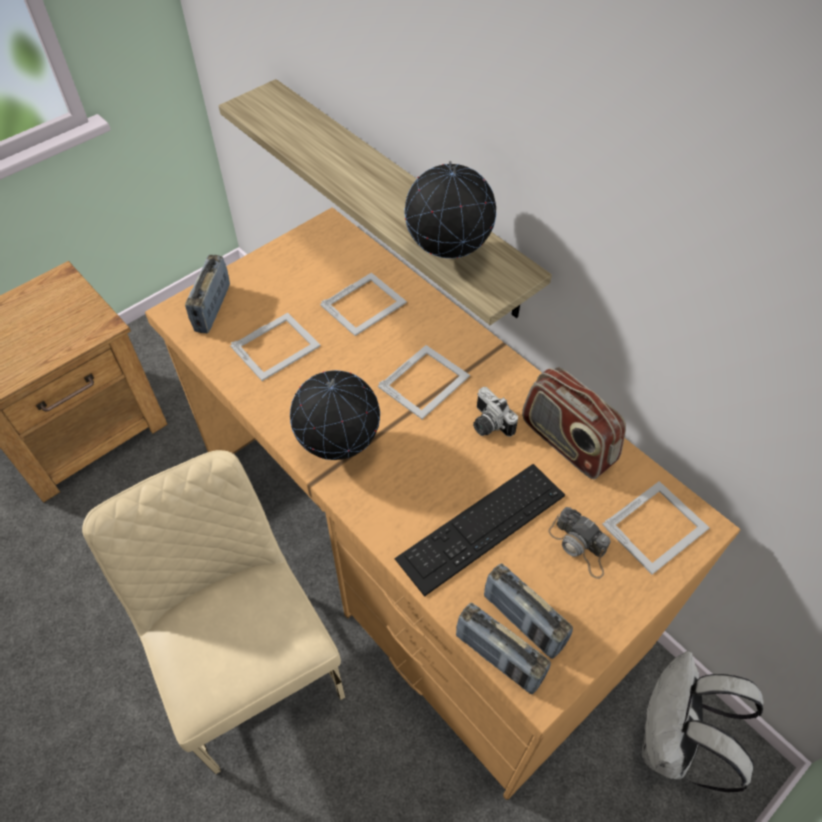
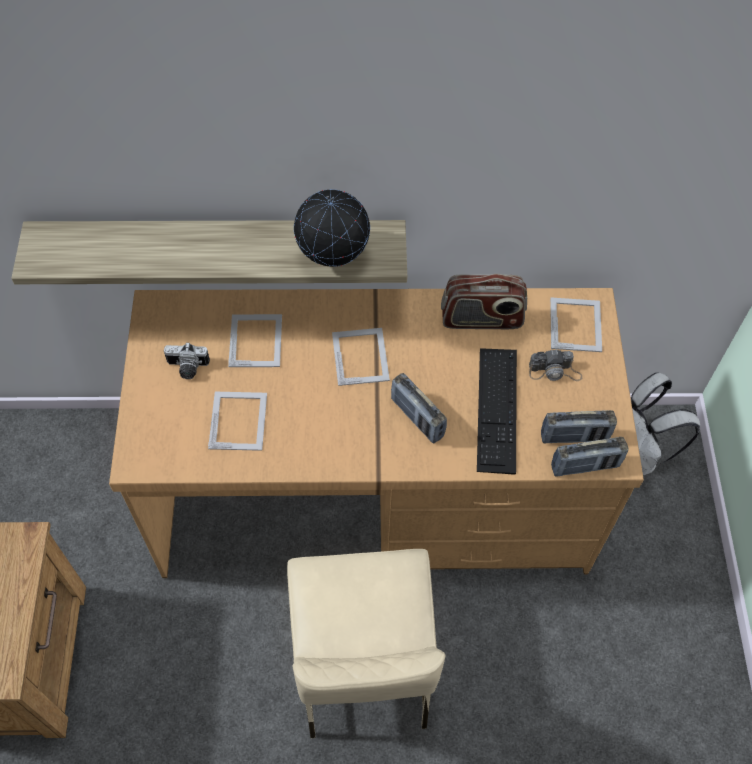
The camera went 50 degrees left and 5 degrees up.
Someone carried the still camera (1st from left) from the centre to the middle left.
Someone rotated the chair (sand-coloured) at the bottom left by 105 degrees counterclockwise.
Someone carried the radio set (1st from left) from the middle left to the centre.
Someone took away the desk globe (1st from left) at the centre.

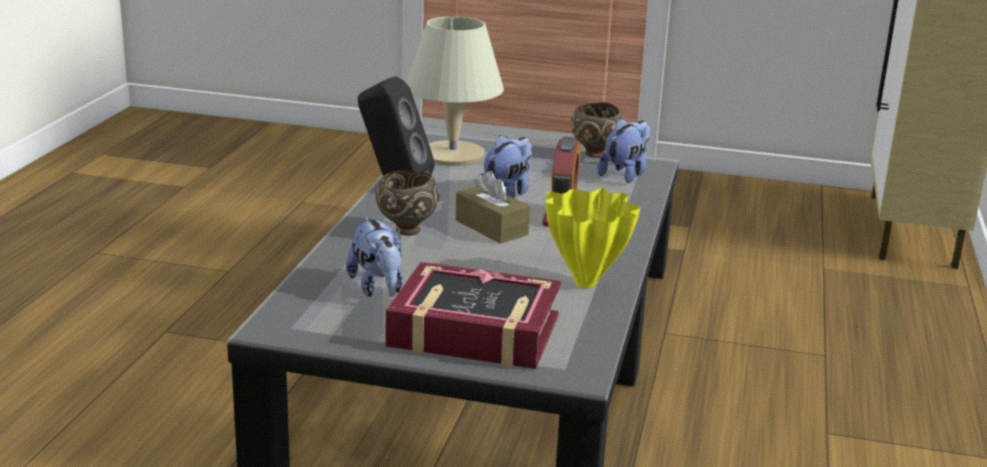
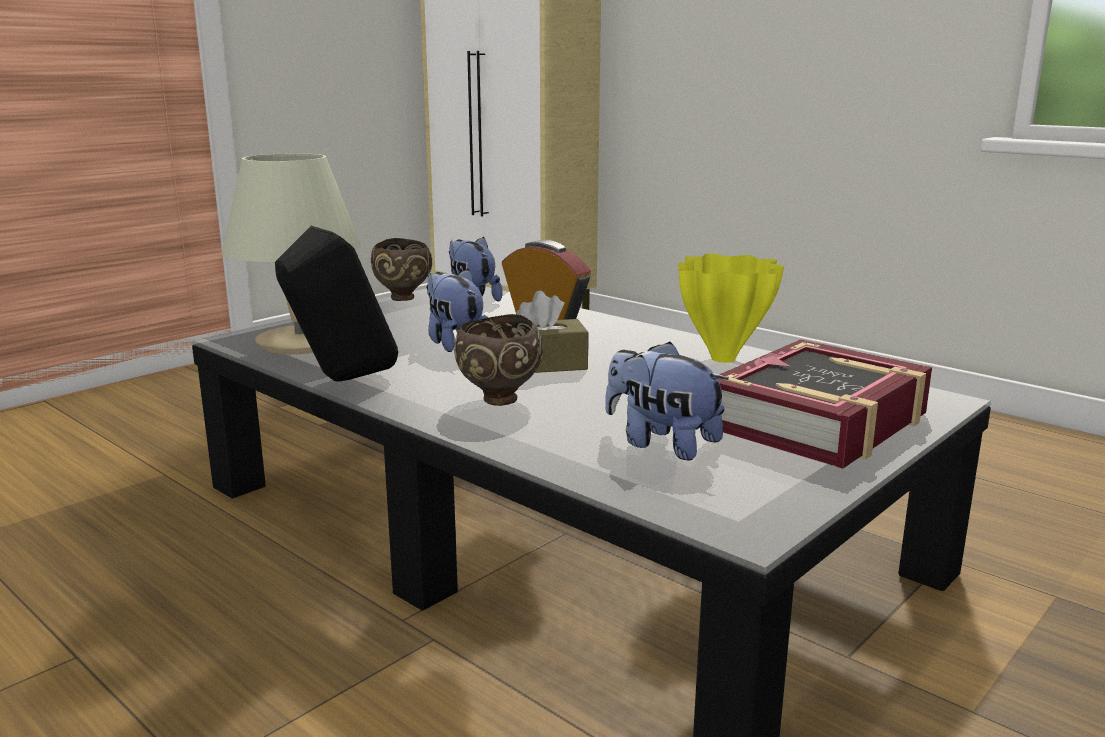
The camera went 60 degrees left and 5 degrees down.
Someone rotated the cuddly toy (1st from left in the first image) at the centre by 150 degrees counterclockwise.

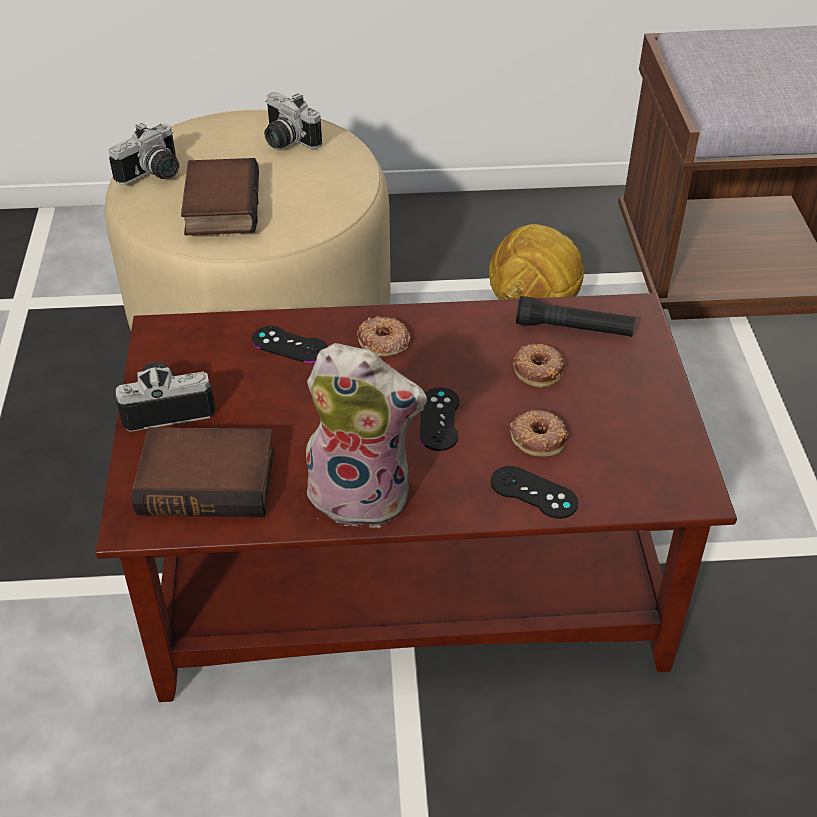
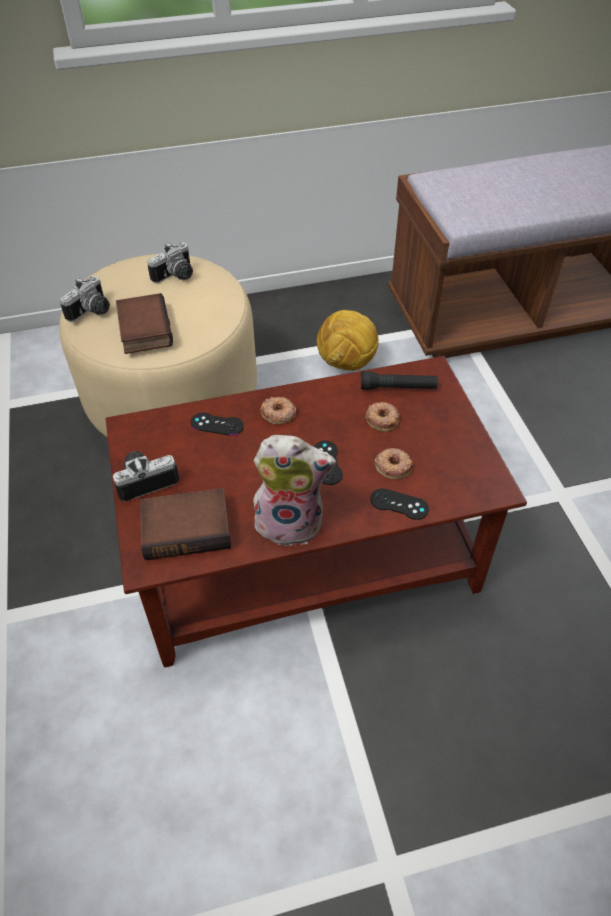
The camera went 10 degrees left and 5 degrees up.
Someone rotated the still camera (3rd from left) at the top centre by 75 degrees counterclockwise.

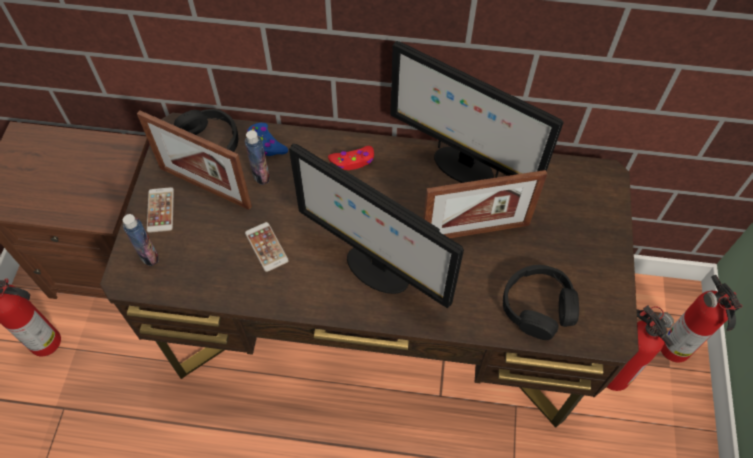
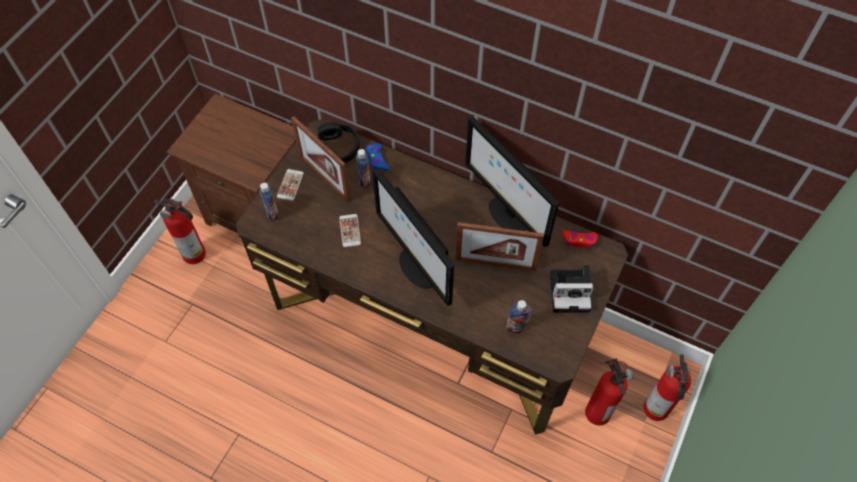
The camera went 20 degrees right and 0 degrees up.
Someone swapped the headphones (blackish) (2nd from left) at the middle right for the beverage bottle (3rd from left) at the centre.
Someone put down the still camera at the middle right.
Someone carried the joypad (red) from the centre to the middle right.

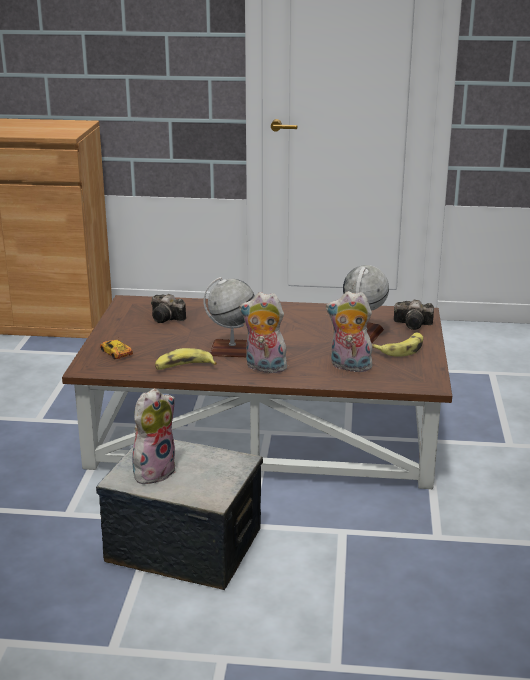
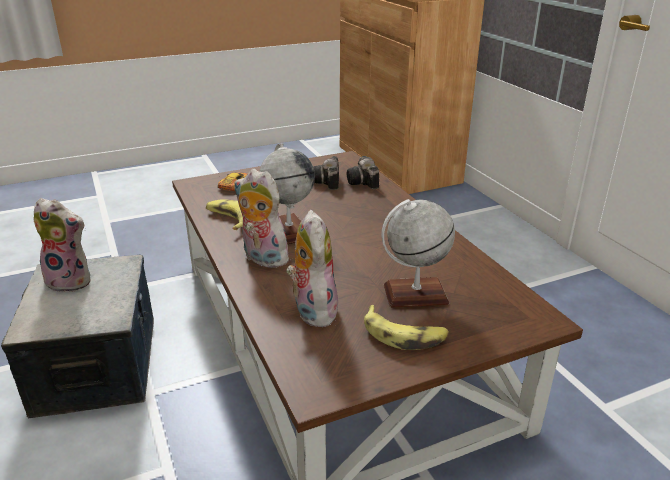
The camera went 60 degrees right and 5 degrees up.
Someone rotated the cuddly toy (2nd from left) at the centre by 45 degrees counterclockwise.
Someone carried the still camera (2nd from left) from the middle right to the centre.

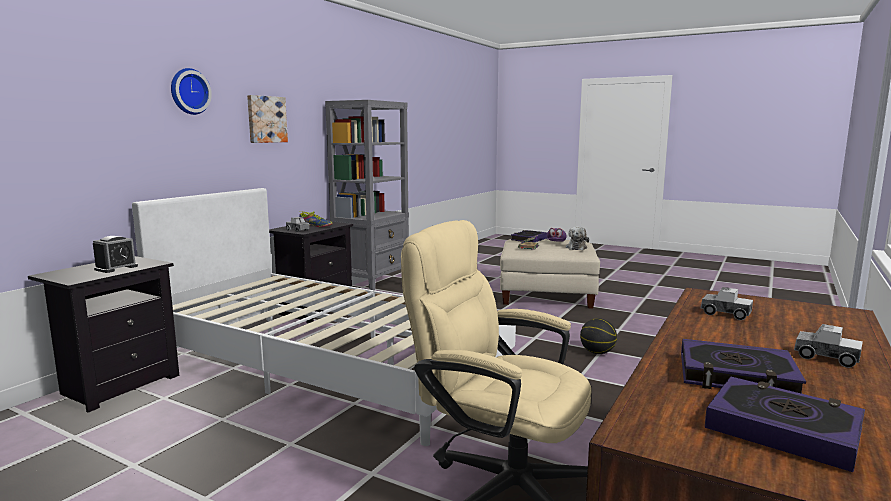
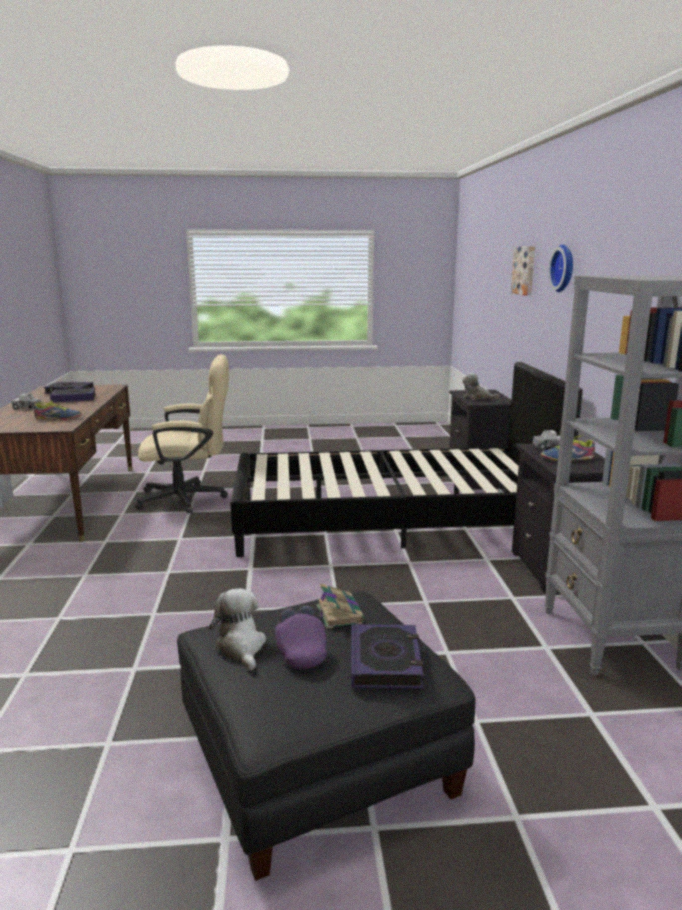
The camera went 145 degrees right and 5 degrees up.
Someone swapped the toy lorry (2nd from left) at the middle right for the item of footwear (1st from left) at the middle left.
Someone repainted the footrest (sand-coloured) at the centre, which became the footrest (blackish) at the bottom centre.
Someone repainted the bed (white) at the centre, which became the bed (blackish) at the centre.
Someone swapped the alarm clock at the middle left for the cuddly toy (2nd from left) at the middle right.
Someone carried the wall art from the top left to the top right.
Someone took away the basketball at the bottom right.

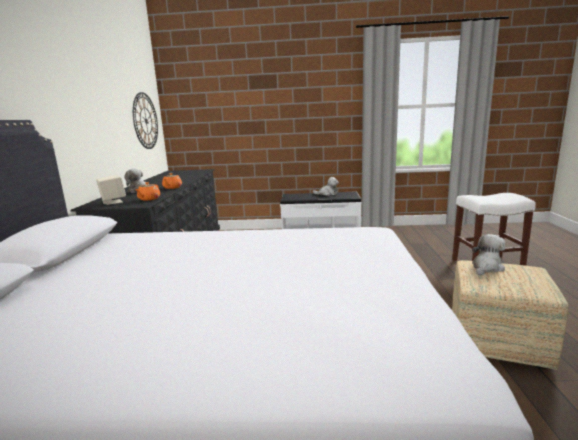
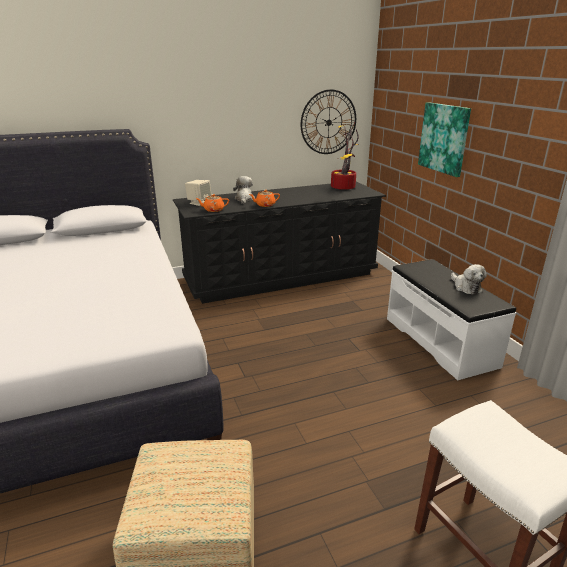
The camera went 65 degrees right and 10 degrees up.
Someone put down the plant in a pot at the top centre.
Someone put up the wall art at the top right.
Someone took away the cuddly toy (3rd from left) at the middle right.

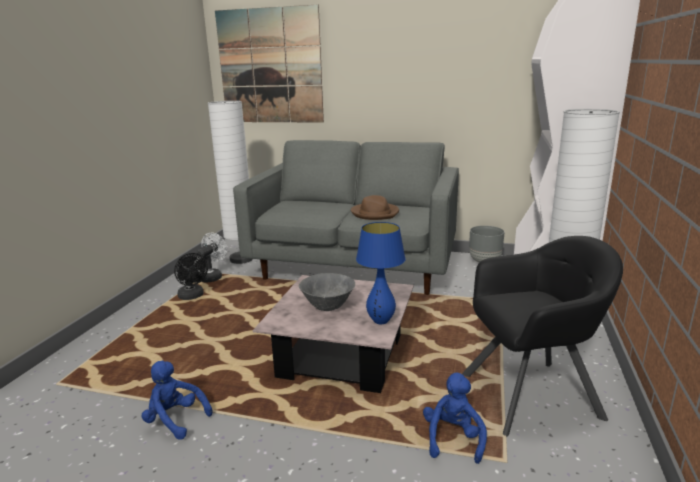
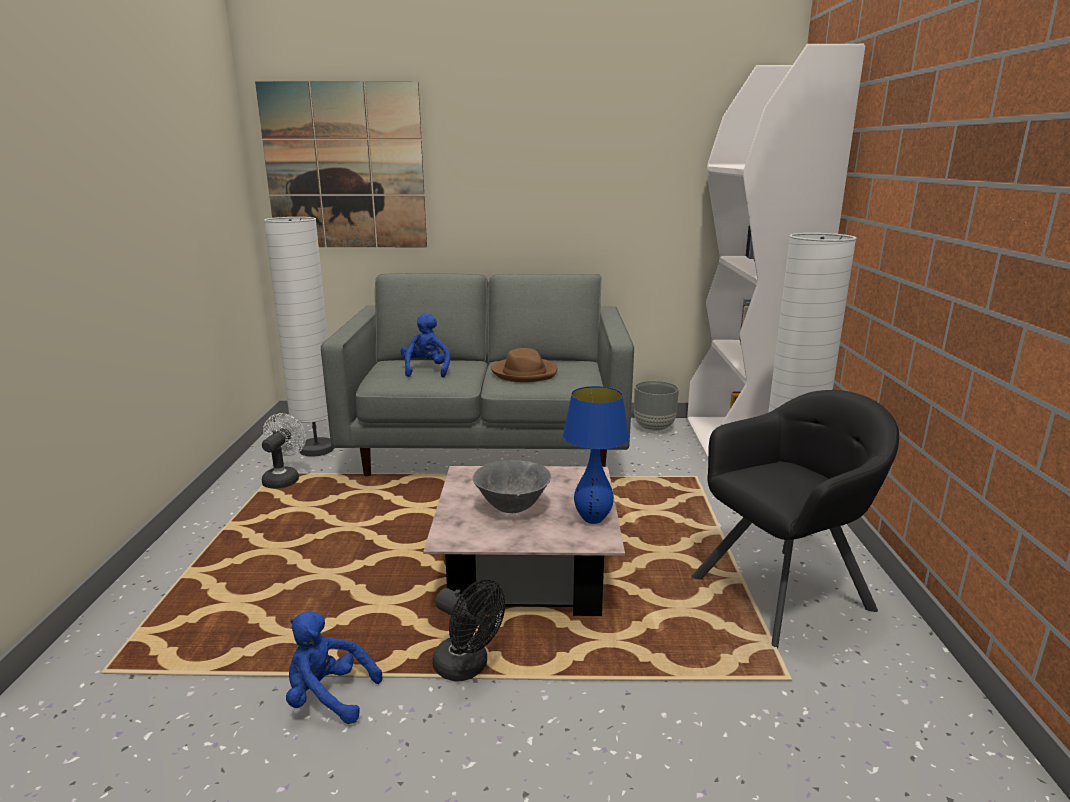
The camera went 15 degrees left and 0 degrees up.
Someone carried the cuddly toy (bluish) (2nd from left) from the bottom centre to the centre.
Someone carried the electric fan (blackish) from the middle left to the bottom centre.

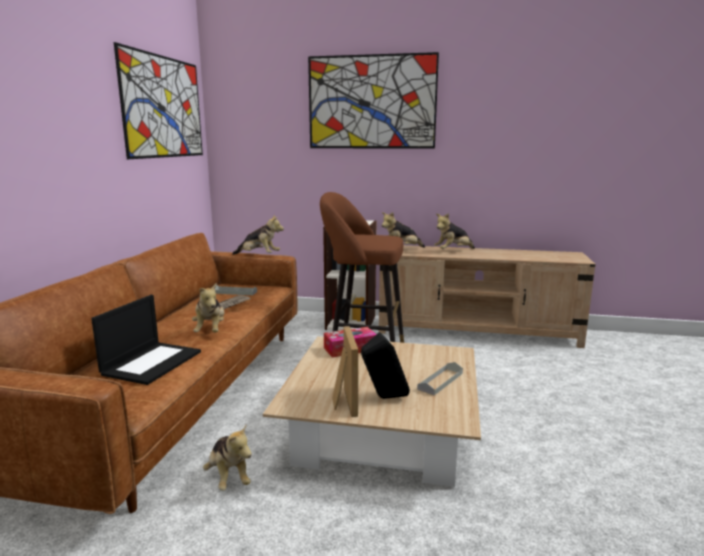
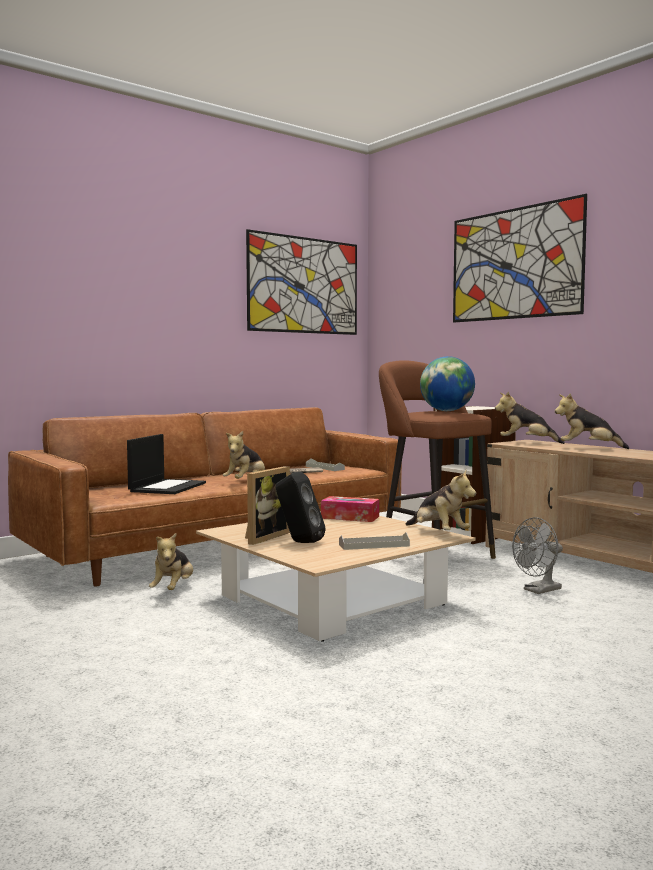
The camera went 40 degrees right and 10 degrees down.
Someone rotated the laptop at the middle left by 45 degrees counterclockwise.
Someone carried the cuddly toy (3rd from left) from the centre to the middle right.
Someone put down the desk globe at the middle right.
Someone put down the electric fan (grey) at the middle right.

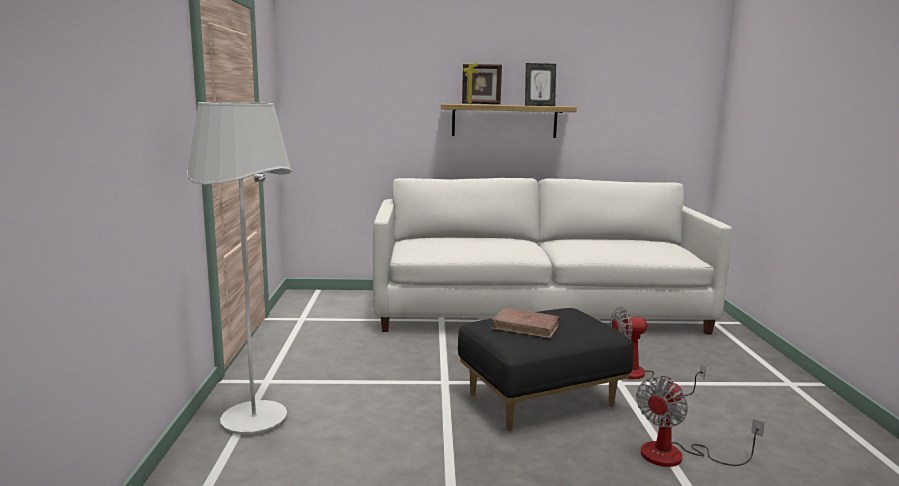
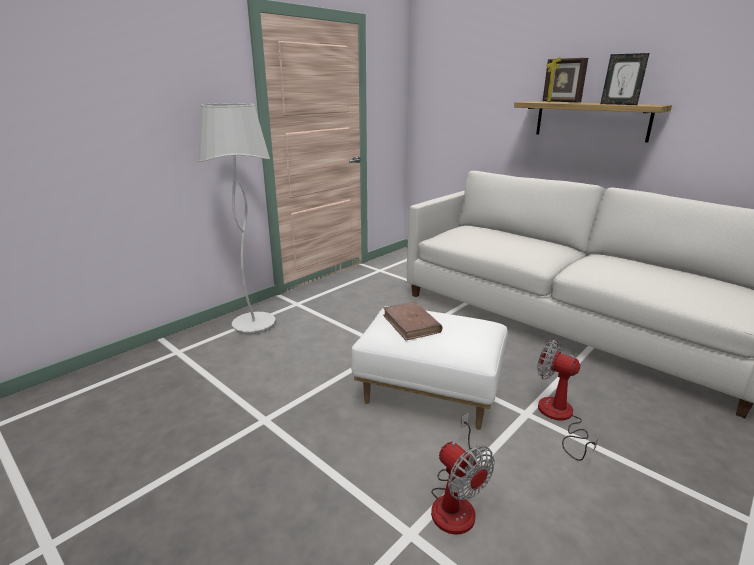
The camera went 45 degrees right and 10 degrees up.
Someone repainted the footrest (blackish) at the bottom centre, which became the footrest (white) at the centre.
Someone rotated the electric fan (2nd from left in the first image) at the bottom right by 120 degrees counterclockwise.

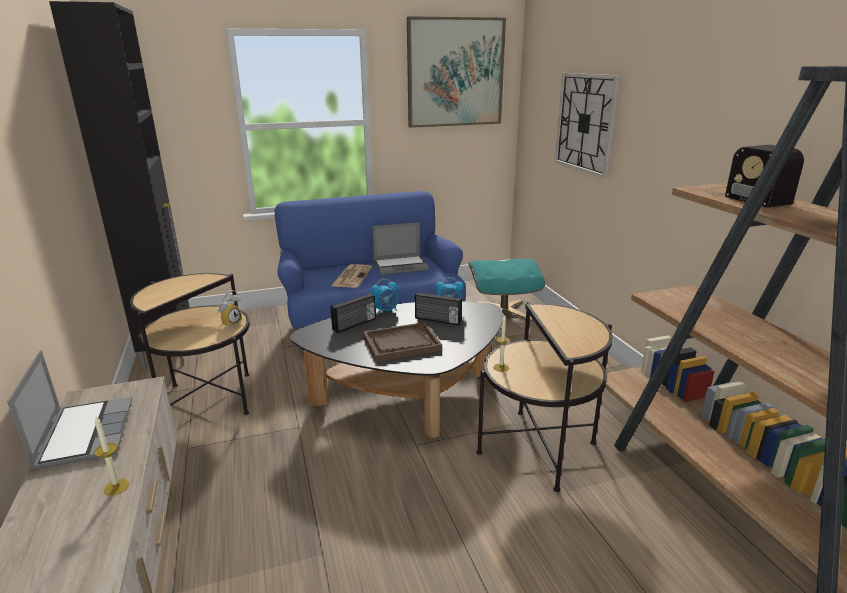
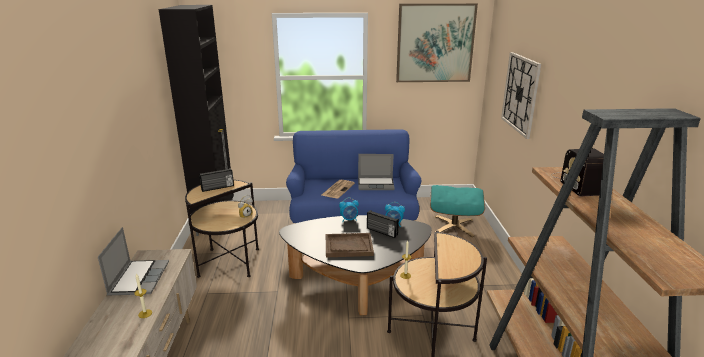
The camera went 15 degrees right and 0 degrees up.
Someone carried the radio set (1st from left) from the centre to the middle left.

